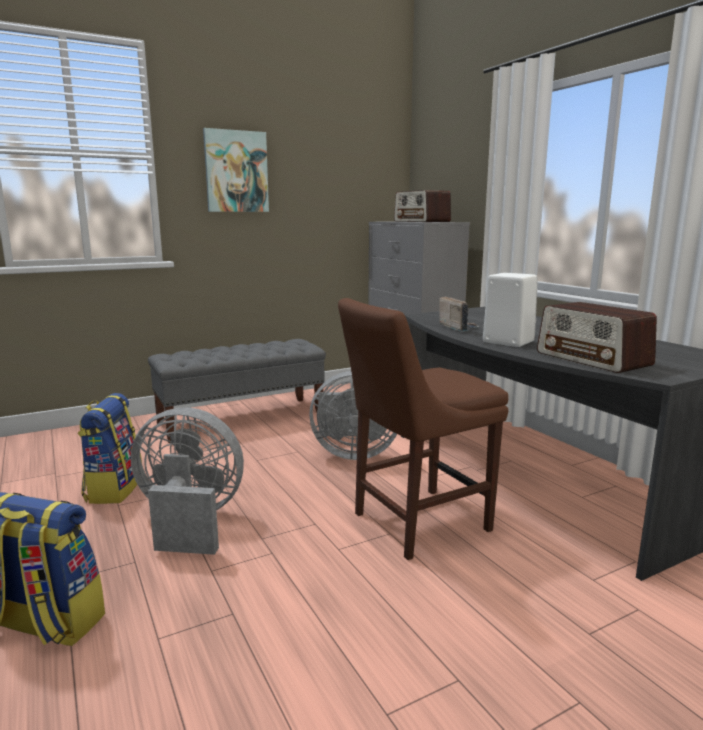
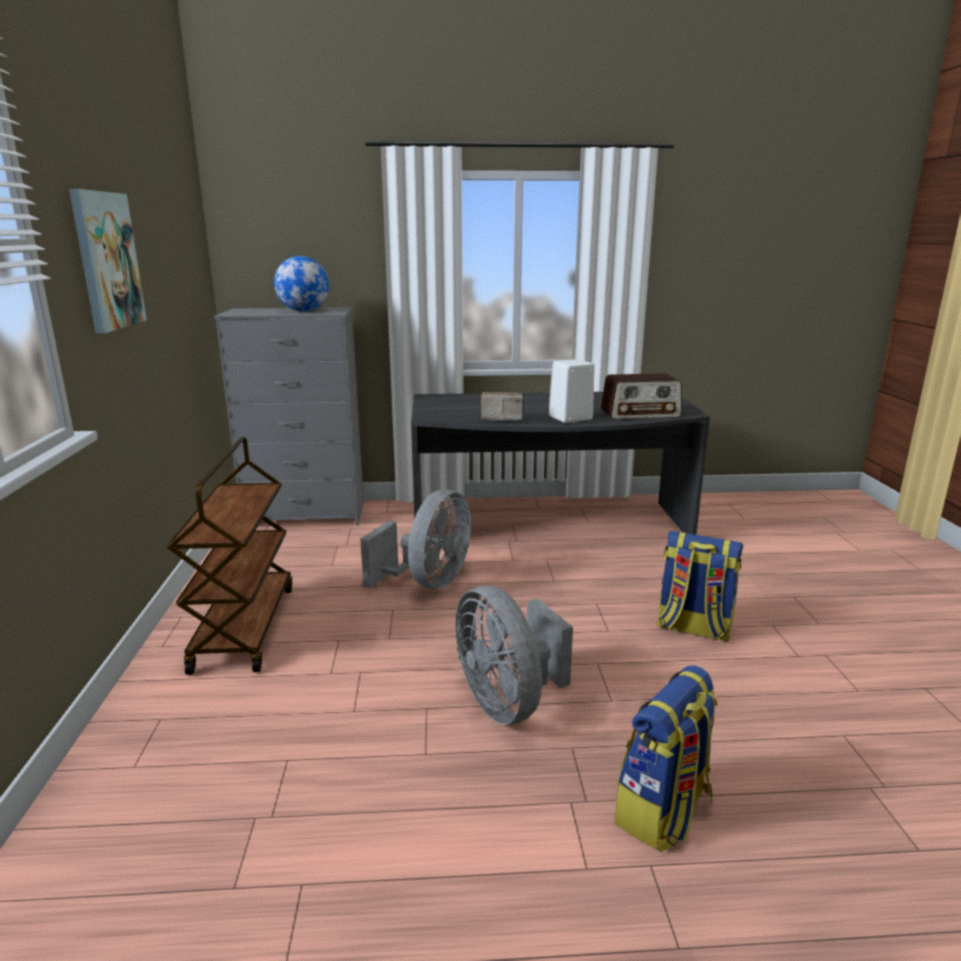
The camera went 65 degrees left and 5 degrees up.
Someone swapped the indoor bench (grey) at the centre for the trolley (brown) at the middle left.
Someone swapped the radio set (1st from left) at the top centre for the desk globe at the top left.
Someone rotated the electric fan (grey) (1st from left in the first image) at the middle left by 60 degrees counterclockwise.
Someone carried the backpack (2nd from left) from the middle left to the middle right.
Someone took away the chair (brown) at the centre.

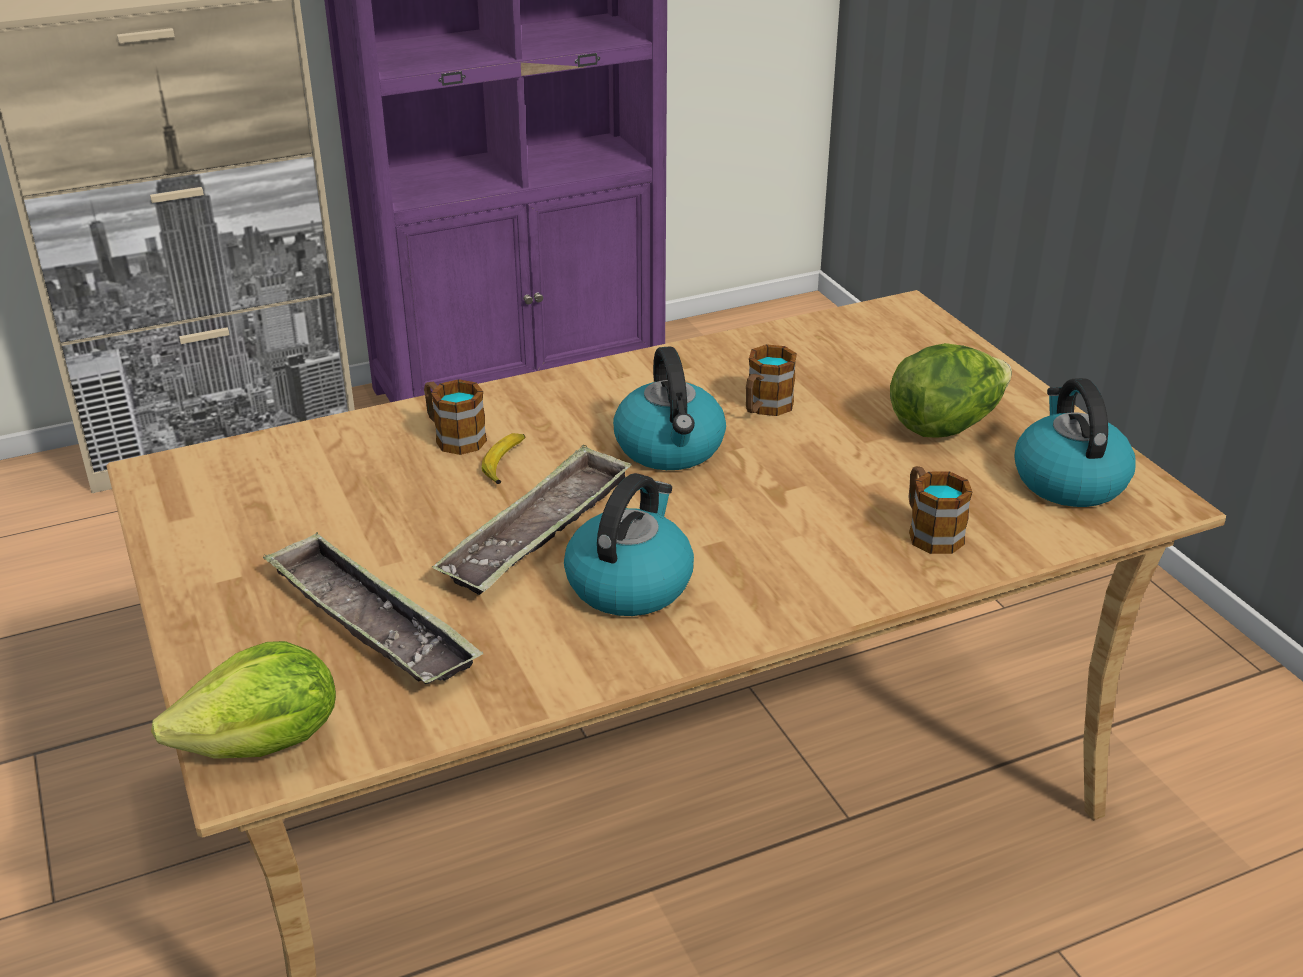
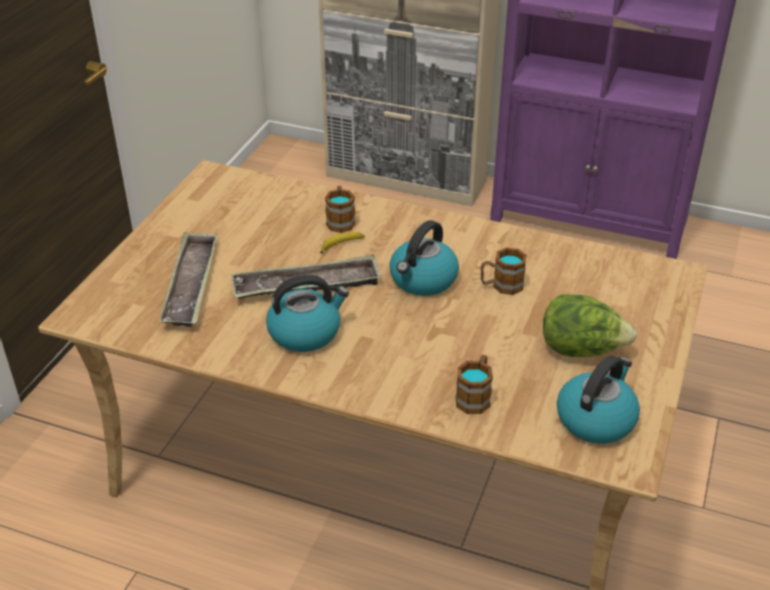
The camera went 45 degrees right and 5 degrees up.
Someone took away the head of lettuce (1st from left) at the bottom left.

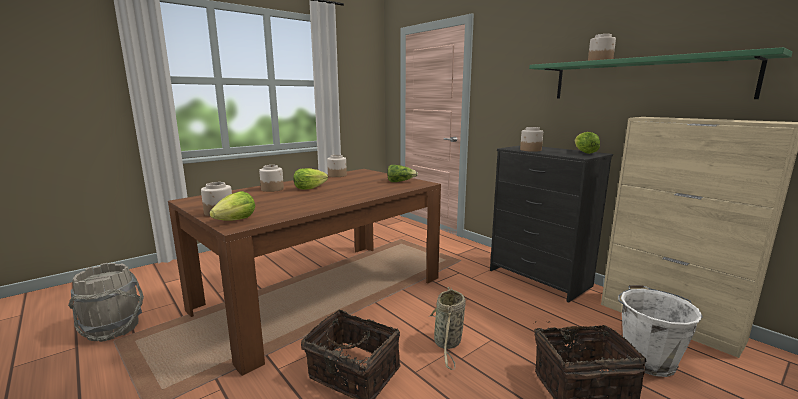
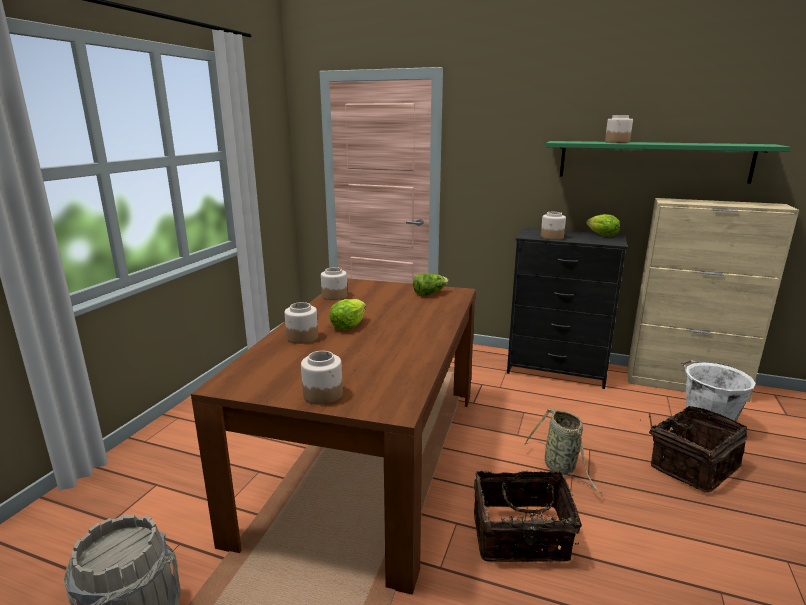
The camera went 30 degrees left and 5 degrees up.
Someone took away the head of lettuce (1st from left) at the middle left.

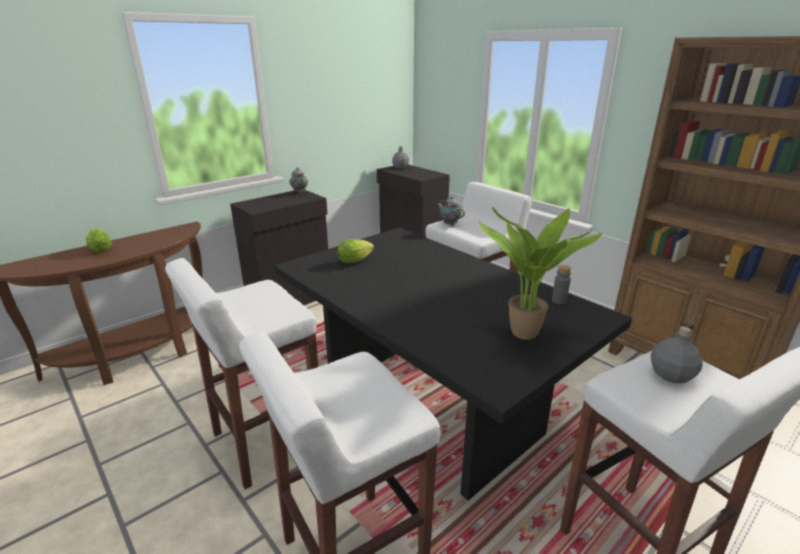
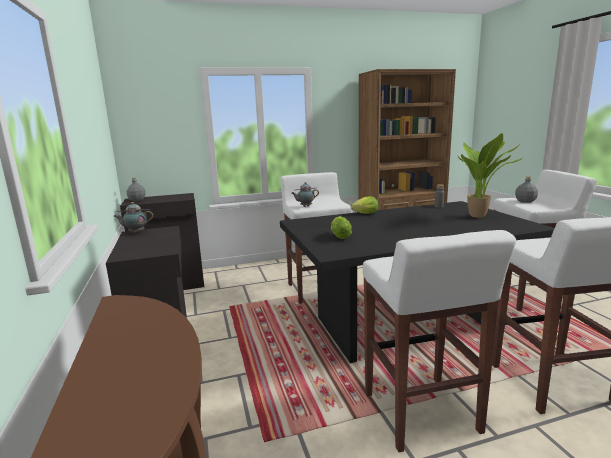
The camera went 65 degrees left and 10 degrees down.
Someone carried the head of lettuce (1st from left in the first image) from the middle left to the centre.

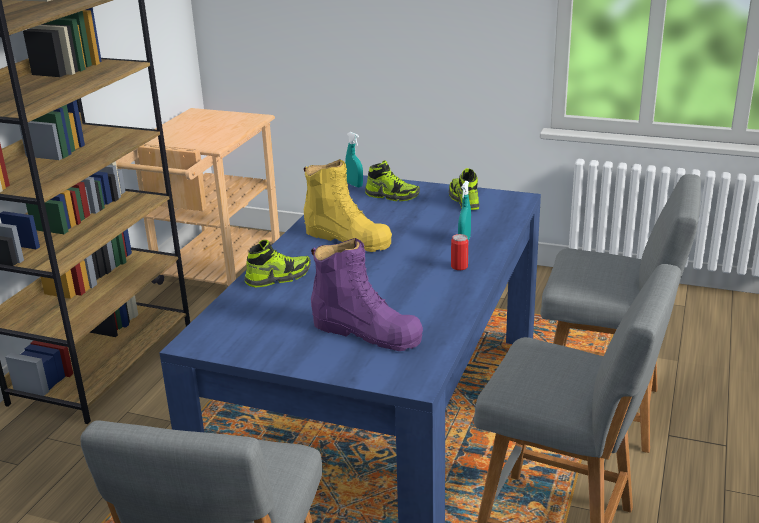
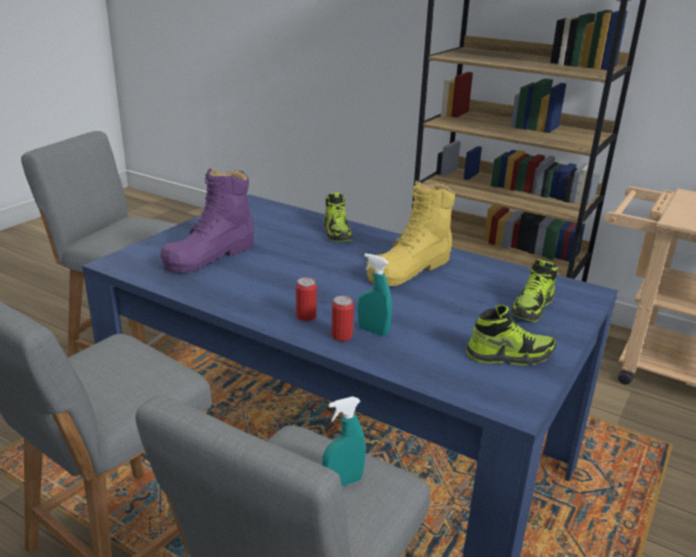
The camera went 100 degrees right and 0 degrees up.
Someone carried the spray bottle (turquoise) (1st from left) from the top centre to the bottom centre.
Someone put down the metal can (2nd from left) at the centre.

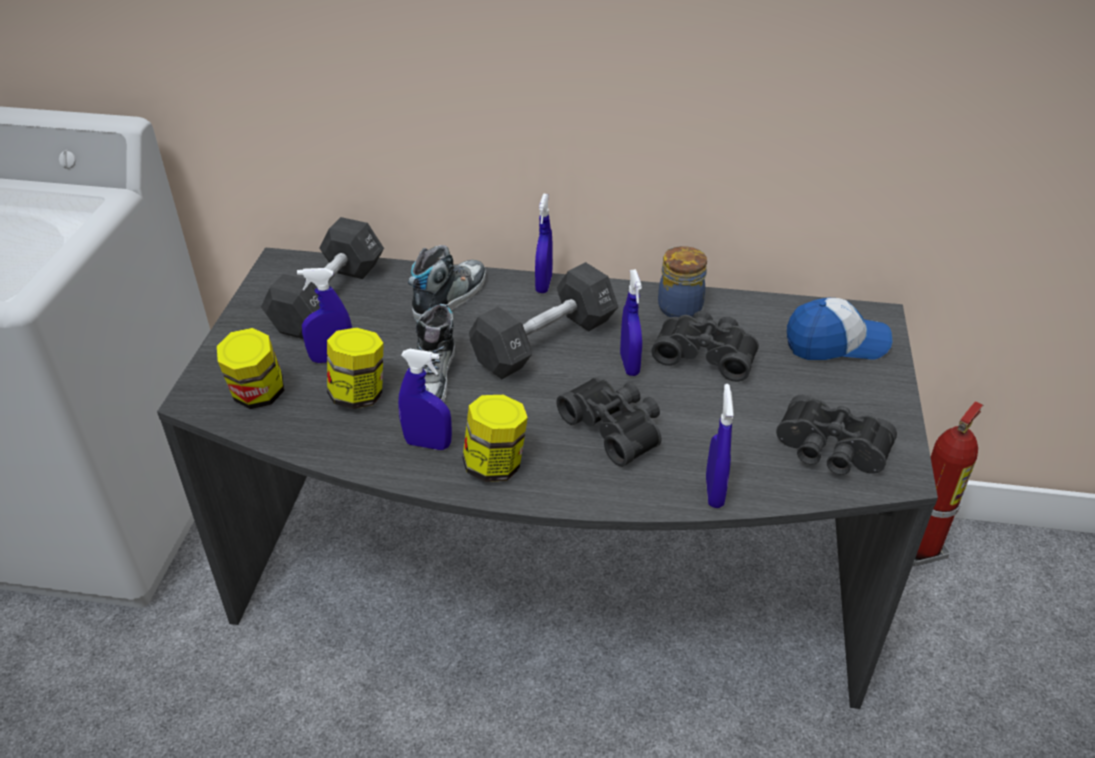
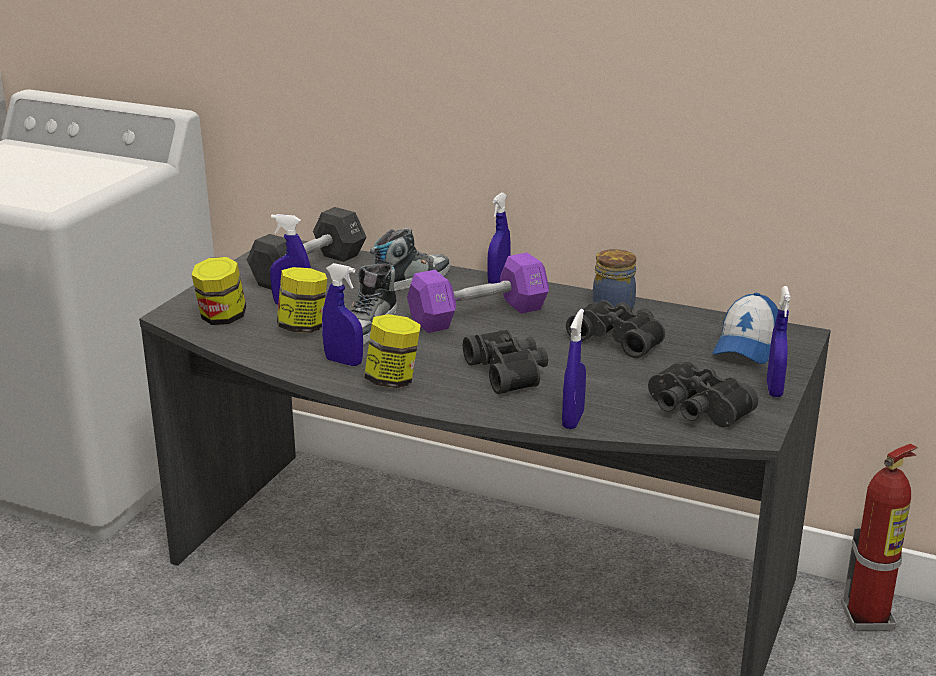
The camera went 15 degrees right and 15 degrees down.
Someone repainted the free weight (blackish) (2nd from left) at the centre, which became the free weight (purplish) at the centre.
Someone rotated the cap at the middle right by 105 degrees clockwise.
Someone carried the spray bottle (bluish) (4th from left in the first image) from the centre to the middle right.

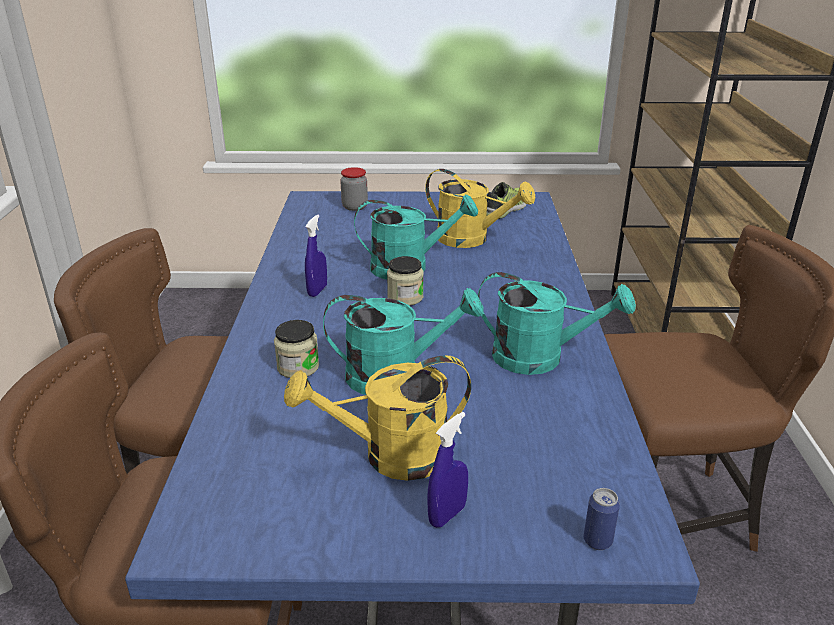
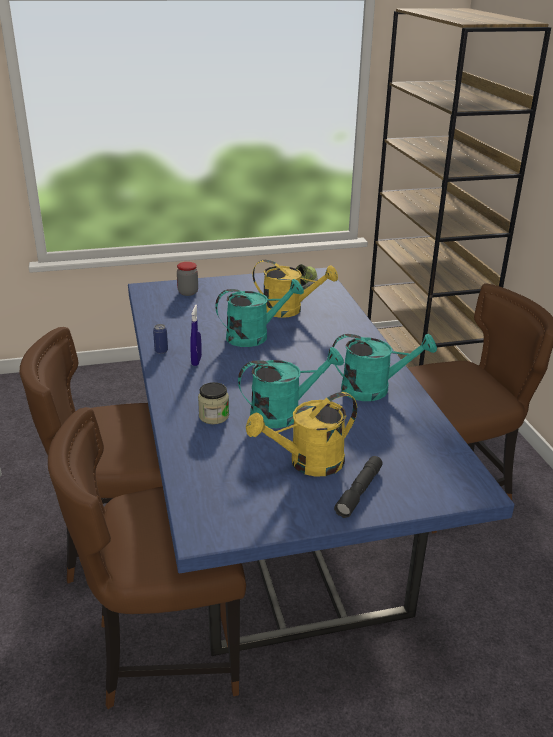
The camera went 15 degrees left and 0 degrees up.
Someone carried the metal can from the bottom right to the middle left.
Someone swapped the spray bottle (bluish) (2nd from left) at the bottom centre for the flashlight (grey) at the centre.
Someone took away the jar (3rd from left) at the centre.

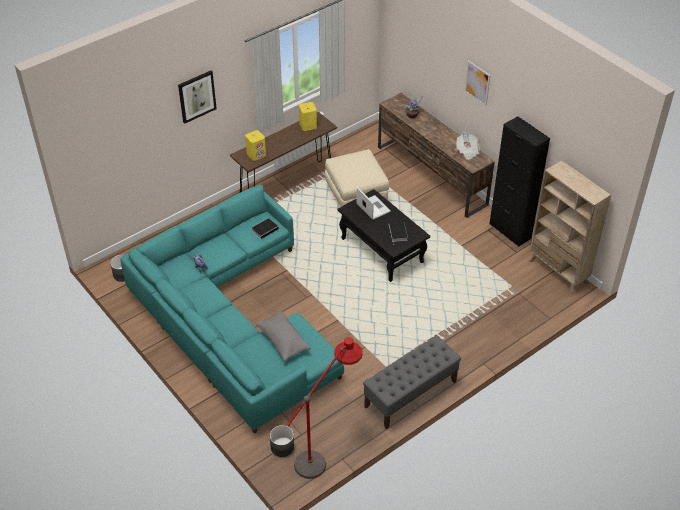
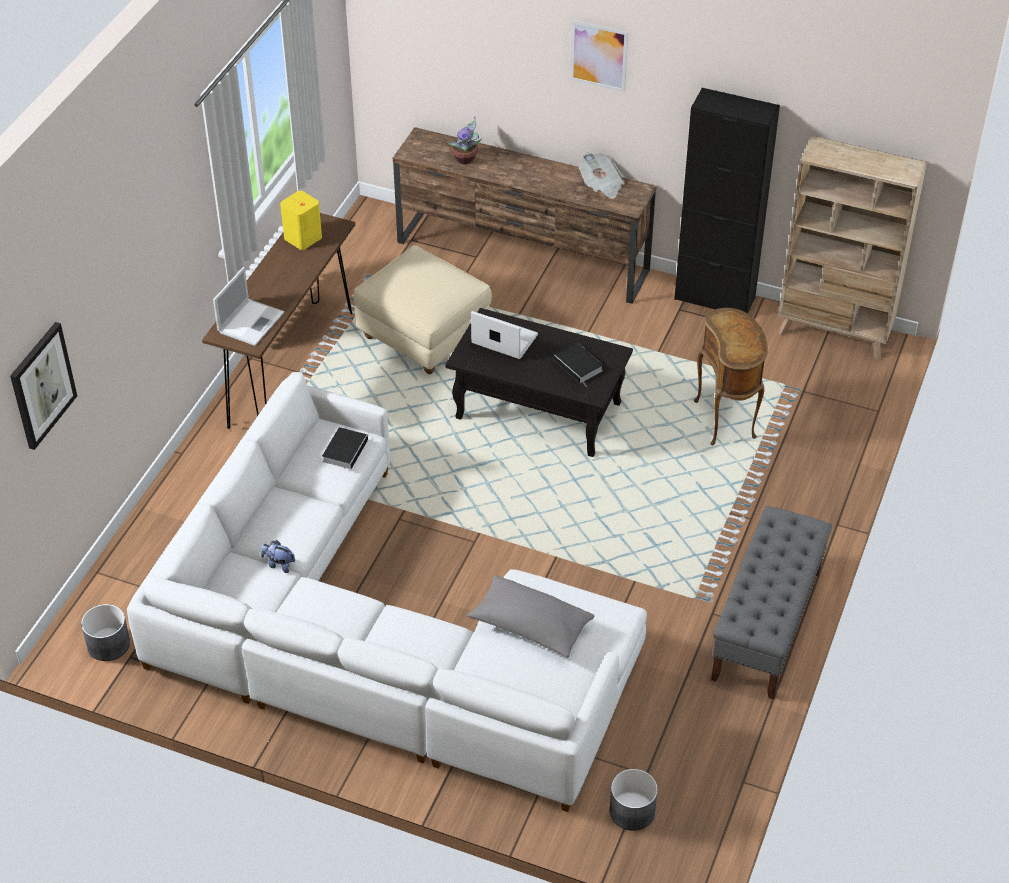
The camera went 30 degrees left and 0 degrees up.
Someone carried the wall art (1st from left) from the top left to the middle left.
Someone repainted the settee (turquoise) at the centre, which became the settee (white) at the bottom centre.
Someone swapped the loudspeaker (yellow) (1st from left) at the top centre for the laptop (1st from left) at the middle left.
Someone put down the side table (brown) at the middle right.
Someone took away the standing lamp (red) at the bottom centre.

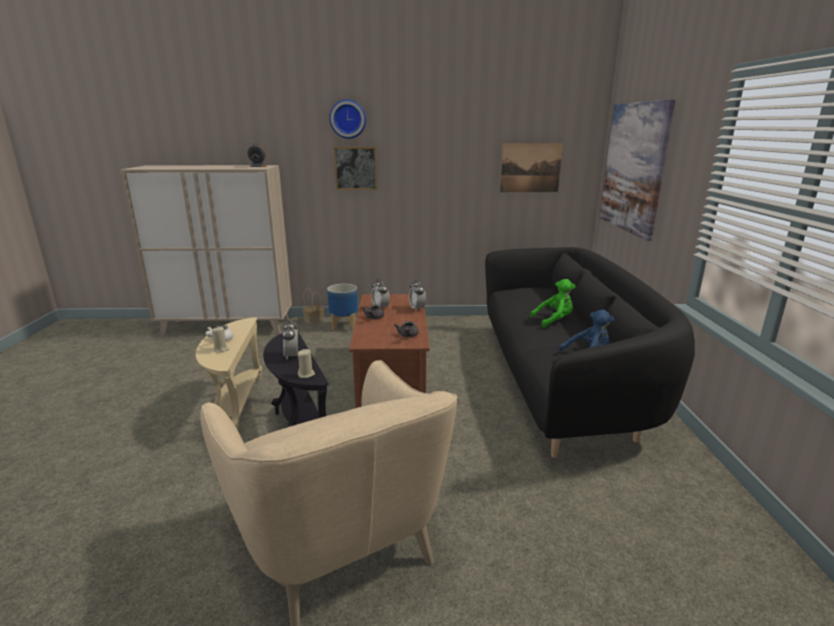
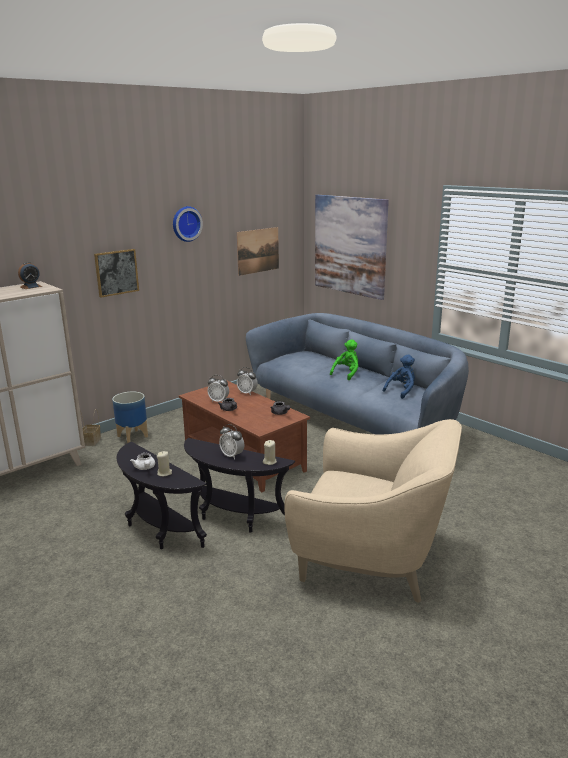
The camera went 40 degrees left and 0 degrees up.
Someone repainted the side table (sand-coloured) at the middle left, which became the side table (blackish) (1st from left) at the middle left.
Someone carried the hanging clock from the top centre to the top left.
Someone repainted the settee (blackish) at the middle right, which became the settee (bluish) at the centre.

